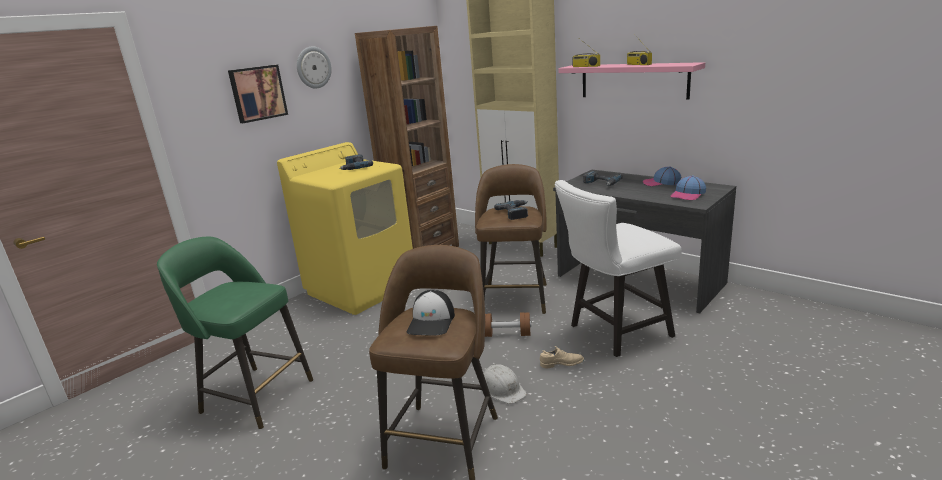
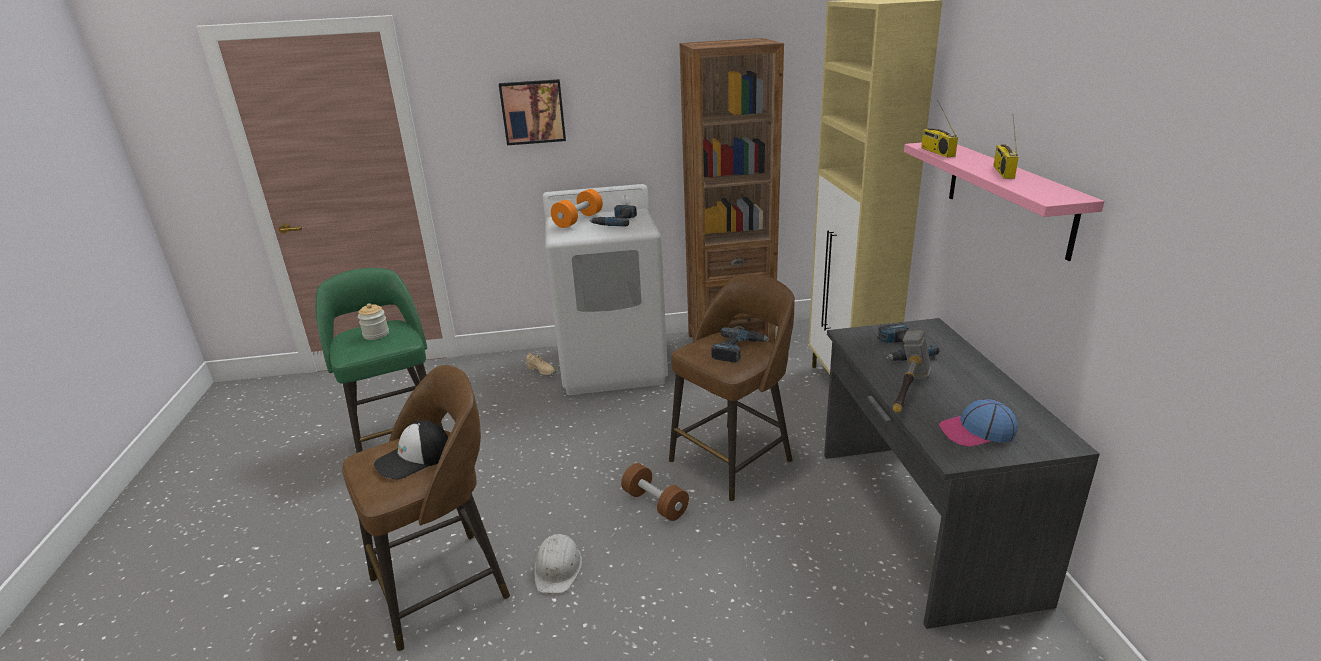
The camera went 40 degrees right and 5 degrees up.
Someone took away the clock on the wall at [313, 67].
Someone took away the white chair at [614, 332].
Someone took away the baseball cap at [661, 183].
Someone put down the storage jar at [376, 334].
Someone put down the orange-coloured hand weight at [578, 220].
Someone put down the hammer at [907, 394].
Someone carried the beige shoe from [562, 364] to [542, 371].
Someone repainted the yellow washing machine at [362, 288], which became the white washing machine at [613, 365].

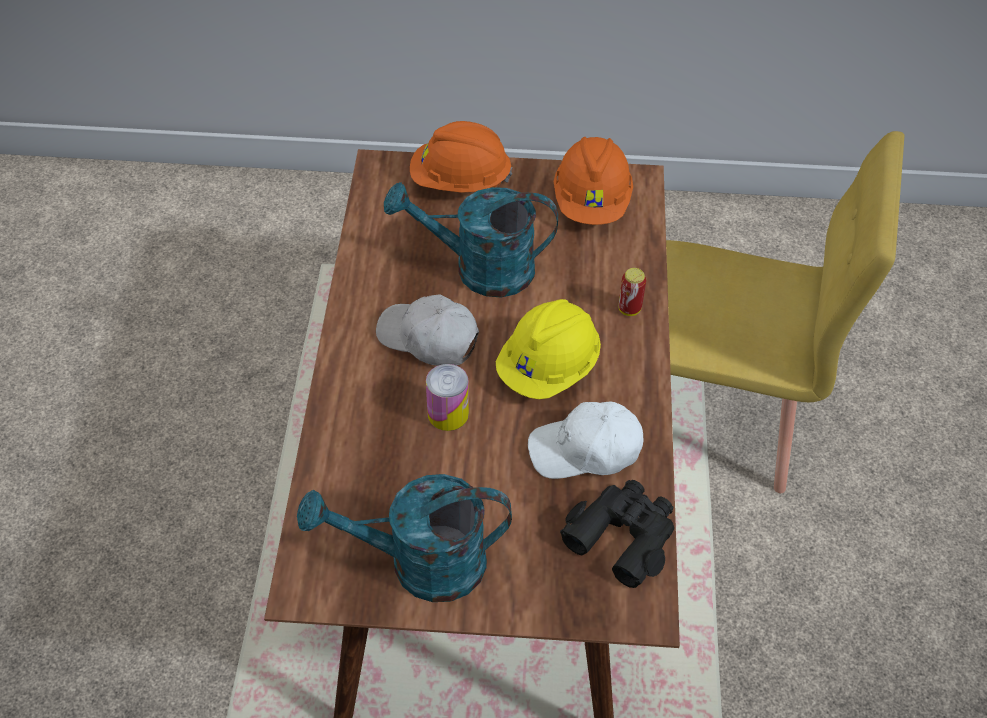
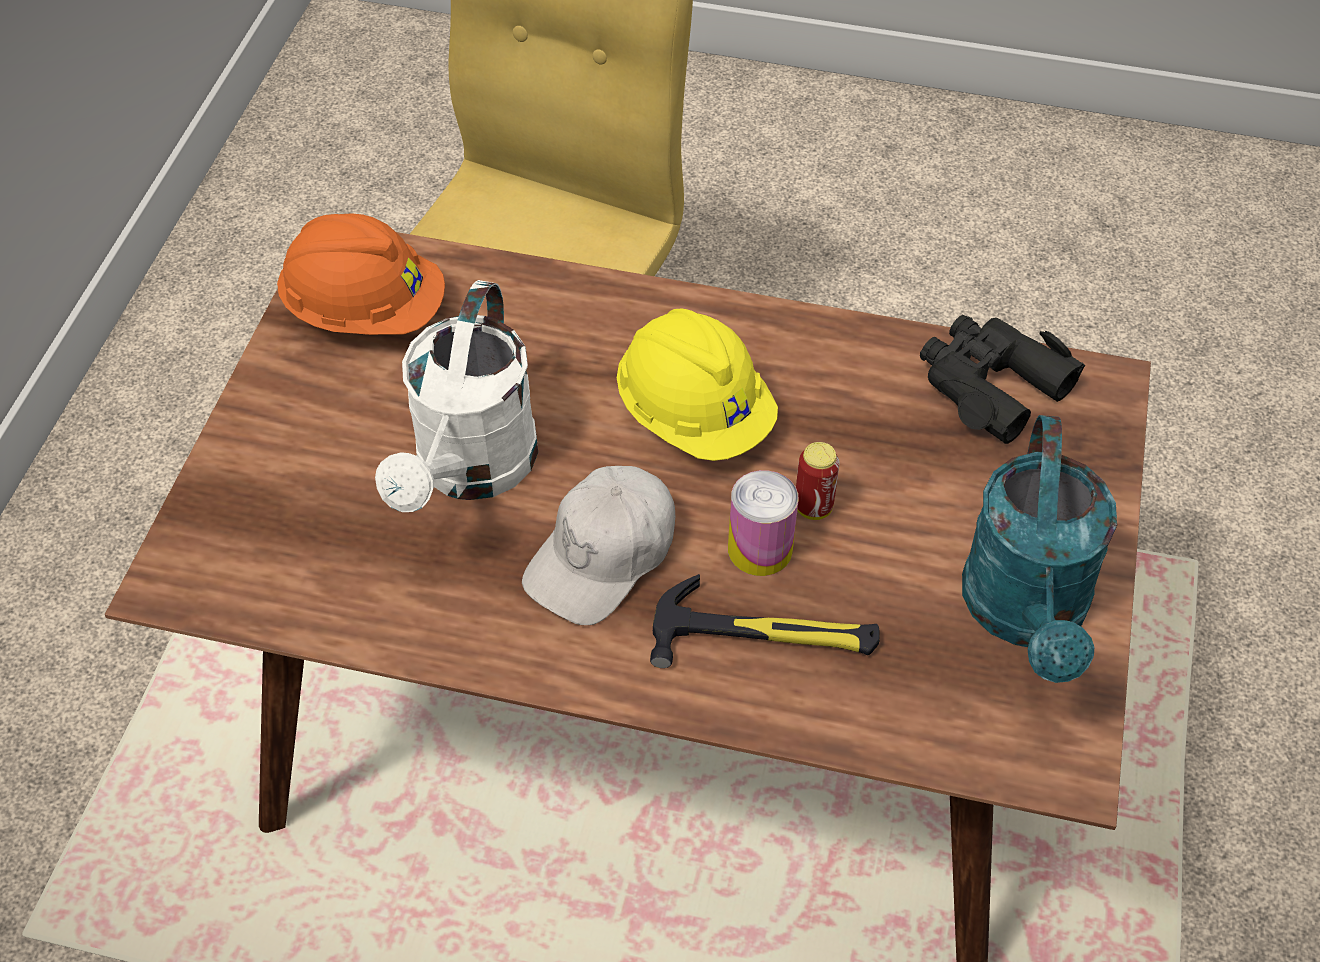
The camera went 80 degrees left and 0 degrees up.
Someone took away the orange-coloured safety helmet at [460, 181].
Someone took away the white baseball cap at [585, 450].
Someone put down the hammer at [765, 634].
Someone carried the sealed can from [629, 309] to [813, 507].
Someone repainted the blue-green watering can at [479, 269], which became the white watering can at [470, 471].

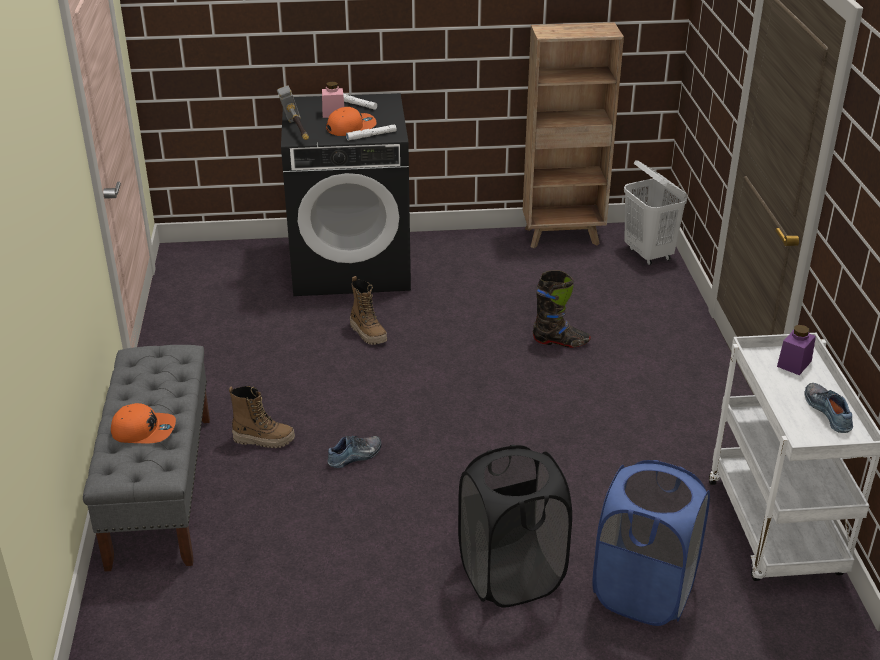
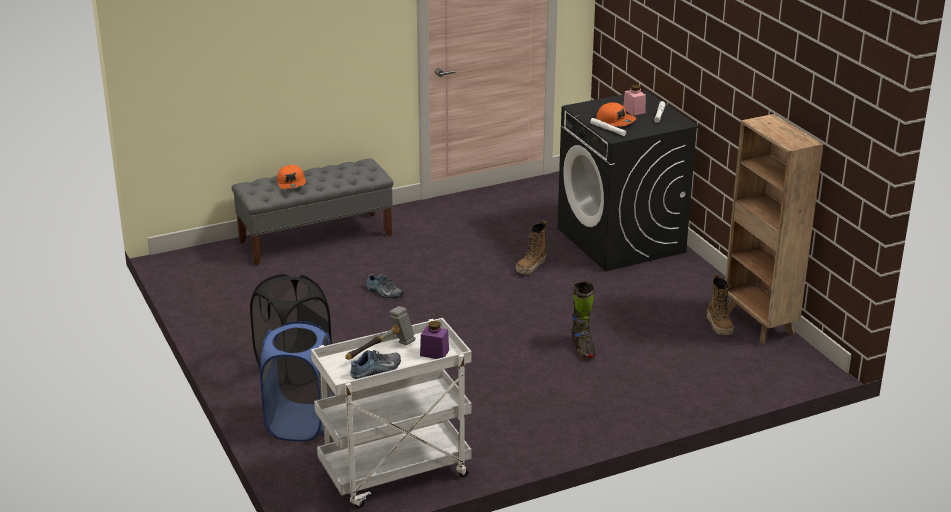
The camera went 70 degrees right and 5 degrees down.
Someone took away the white laundry basket at [648, 254].
Someone carried the boot from [264, 439] to [719, 326].
Someone carried the hammer from [296, 131] to [381, 351].

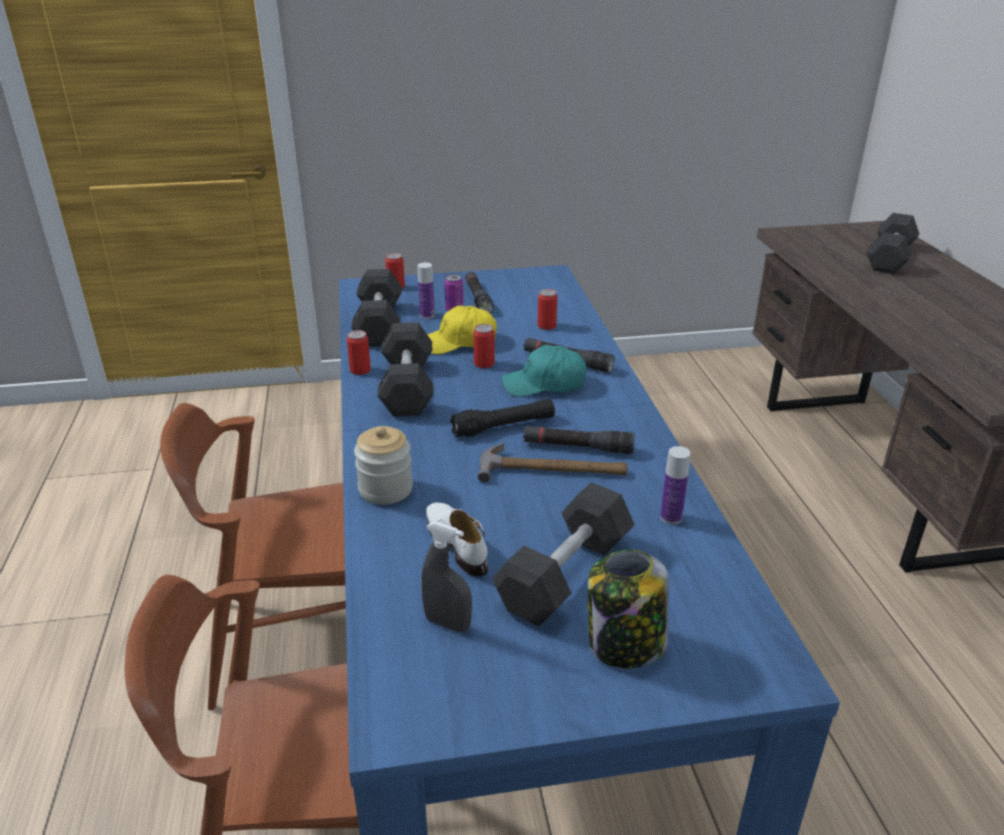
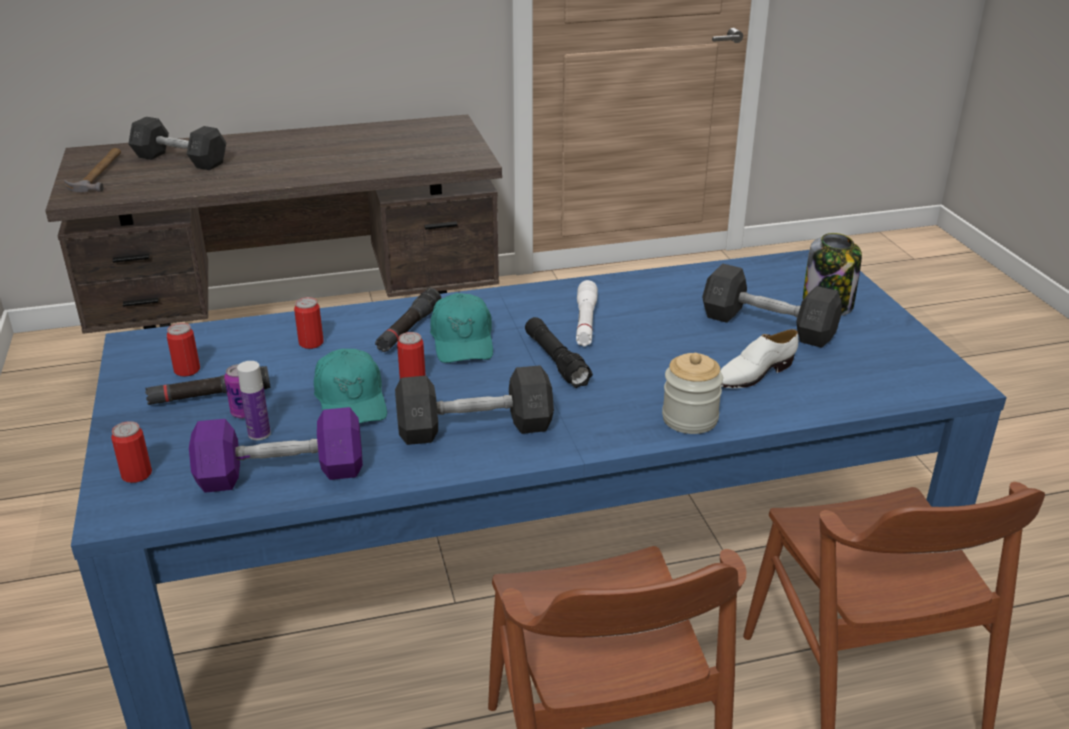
The camera went 95 degrees left and 0 degrees up.
Someone took away the gray sprayer at [447, 623].
Someone took away the beverage bottle at [671, 517].
Someone carried the sealed can from [360, 370] to [187, 370].
Someone carried the hammer from [553, 470] to [99, 173].
Someone repainted the gray hand weight at [379, 324], which became the purplish hand weight at [281, 474].
Someone repainted the yellow baseball cap at [459, 342], which became the blue-green baseball cap at [351, 401].
Someone repainted the black-coloured hand torch at [578, 447], which became the white hand torch at [585, 322].

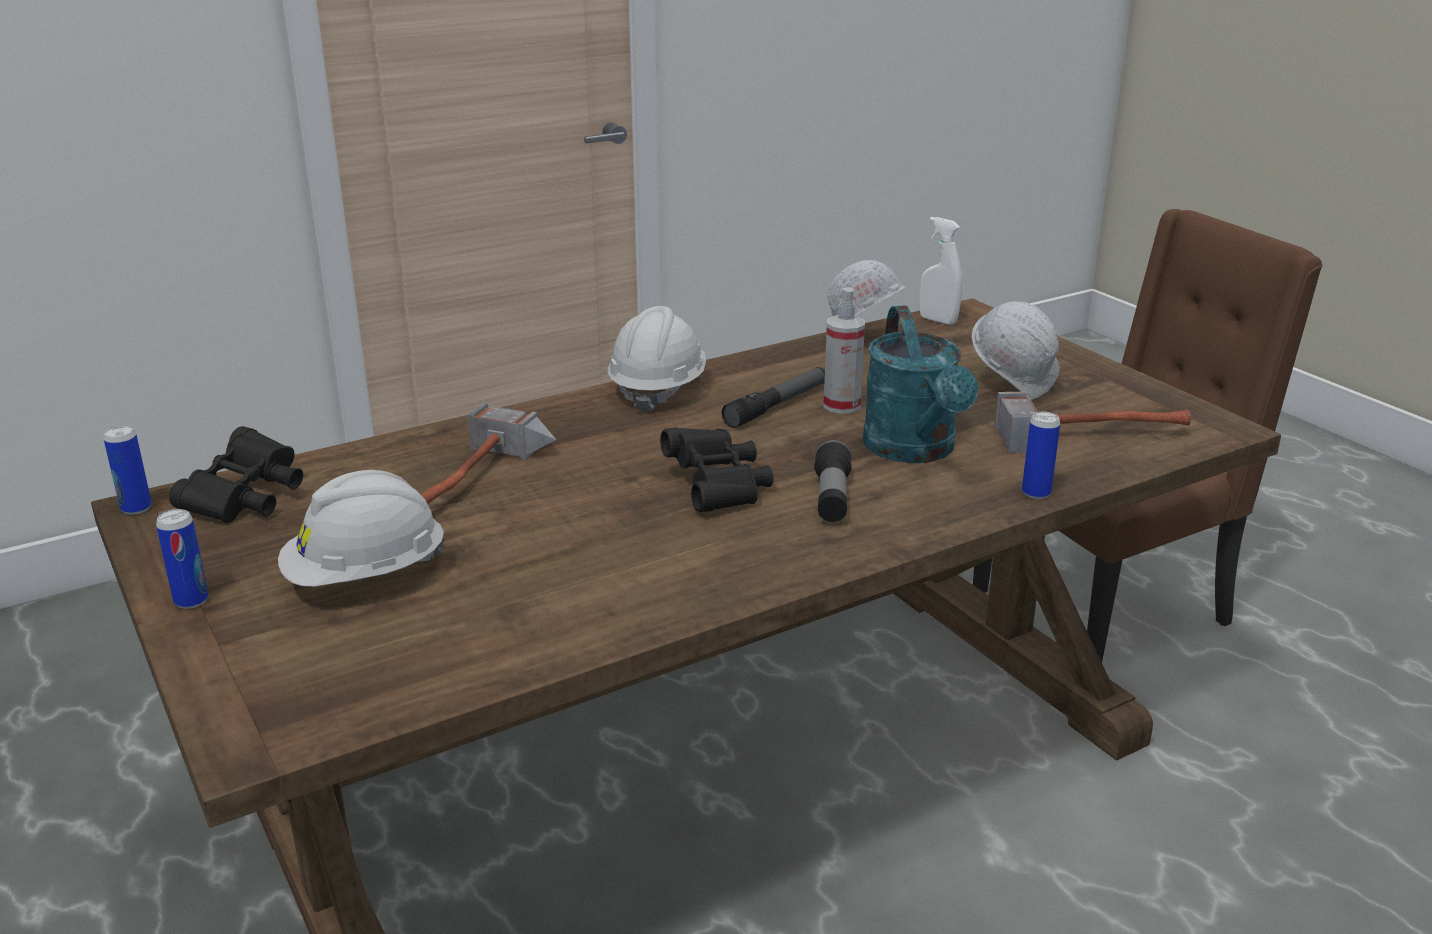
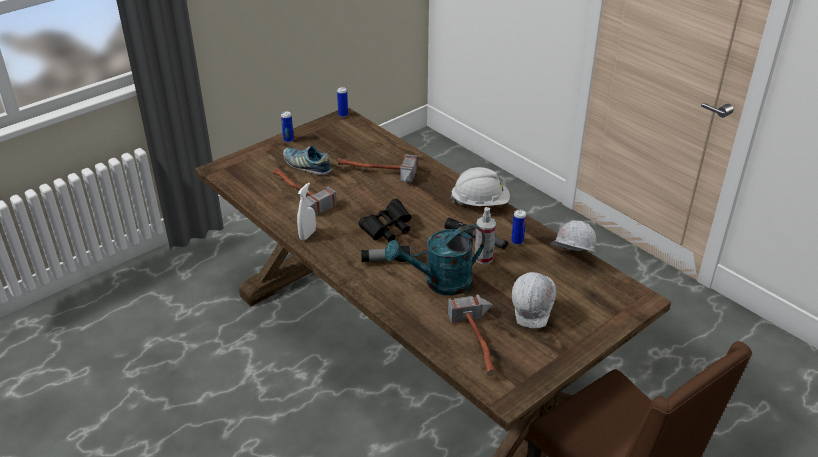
The camera went 80 degrees right and 10 degrees up.
Someone took away the black-coloured binoculars at [246, 500].
Someone put down the hammer at [296, 195].
Someone carried the white sprayer from [938, 320] to [307, 235].
Someone carried the sealed can from [1036, 493] to [517, 241].
Someone swapped the white safety helmet at [366, 576] for the shoe at [307, 166].

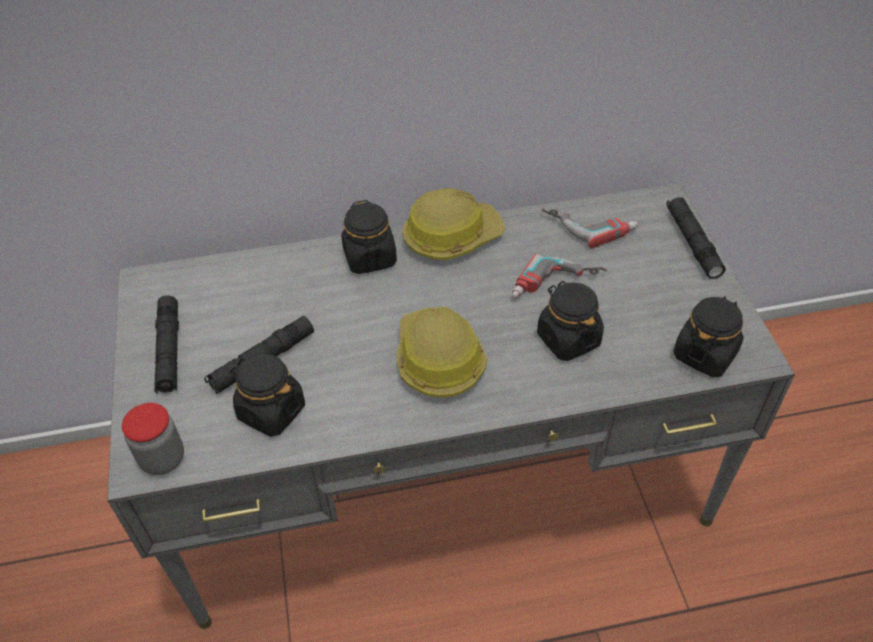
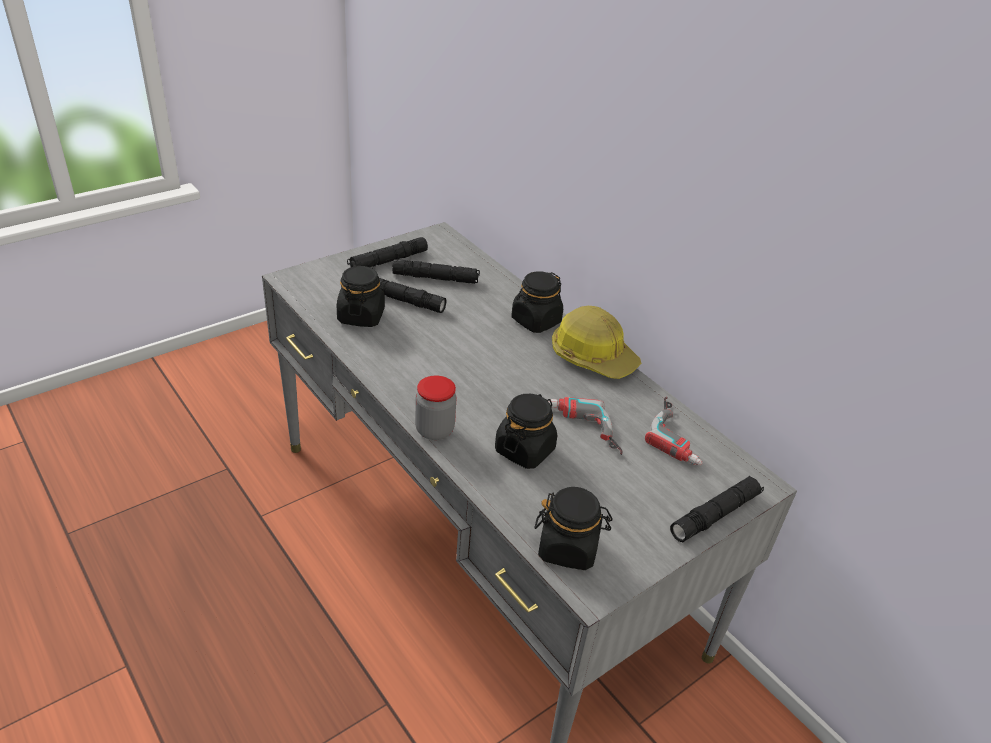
The camera went 60 degrees right and 10 degrees down.
Someone took away the safety helmet at [438, 359].
Someone put down the black-coloured hand torch at [435, 278].
Someone carried the storage jar from [163, 459] to [434, 430].

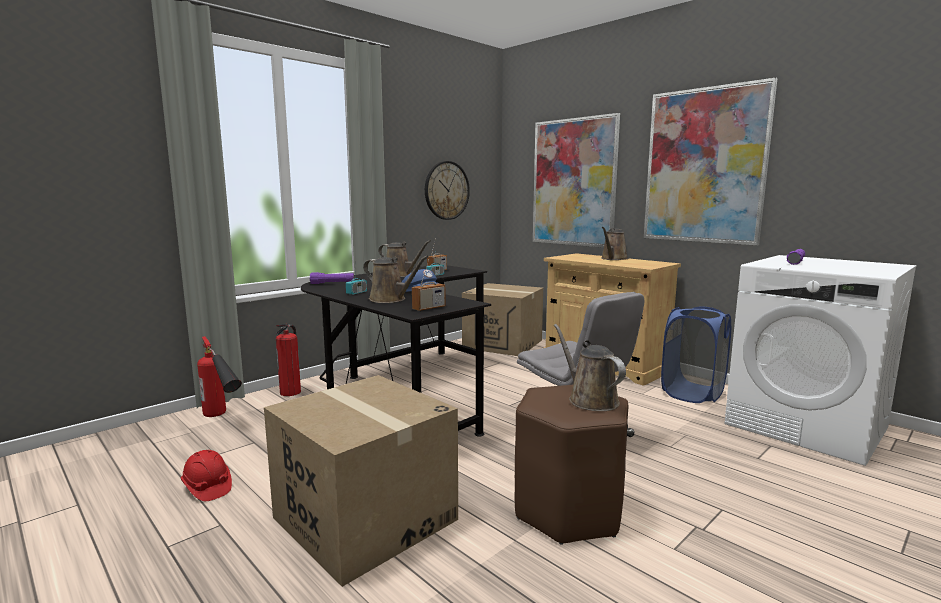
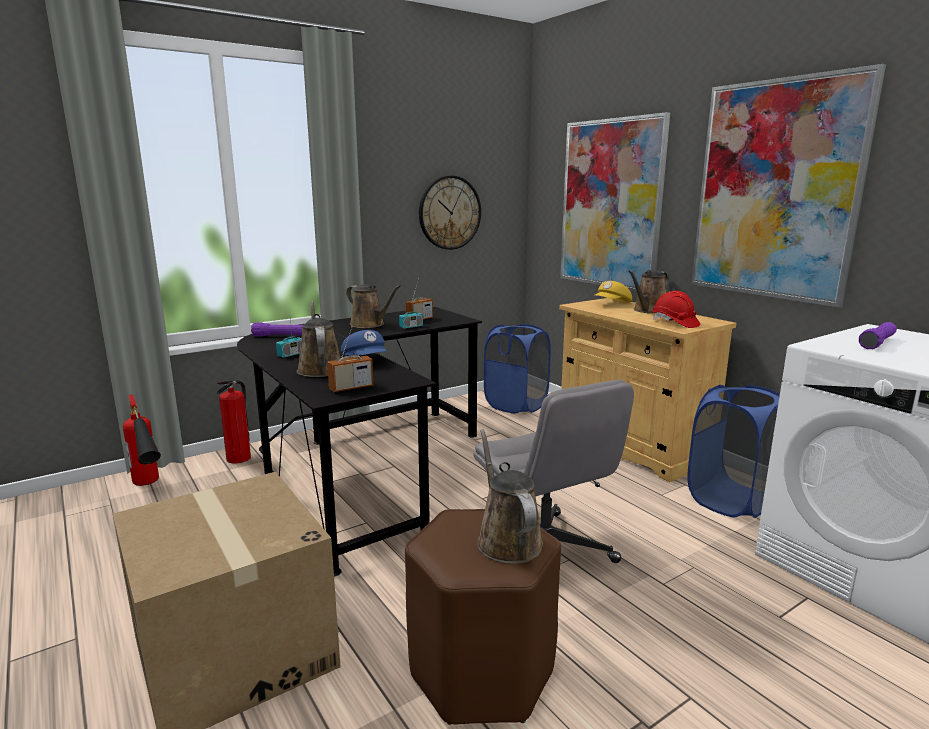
The camera went 10 degrees right and 5 degrees up.
Someone put down the yellow baseball cap at [612, 304].
Someone carried the red-coloured safety helmet from [207, 487] to [674, 323].
Someone swapped the carton at [503, 344] for the blue-coloured laundry basket at [516, 405].
Someone rotated the brownish watering can at [390, 299] by 150 degrees counterclockwise.

